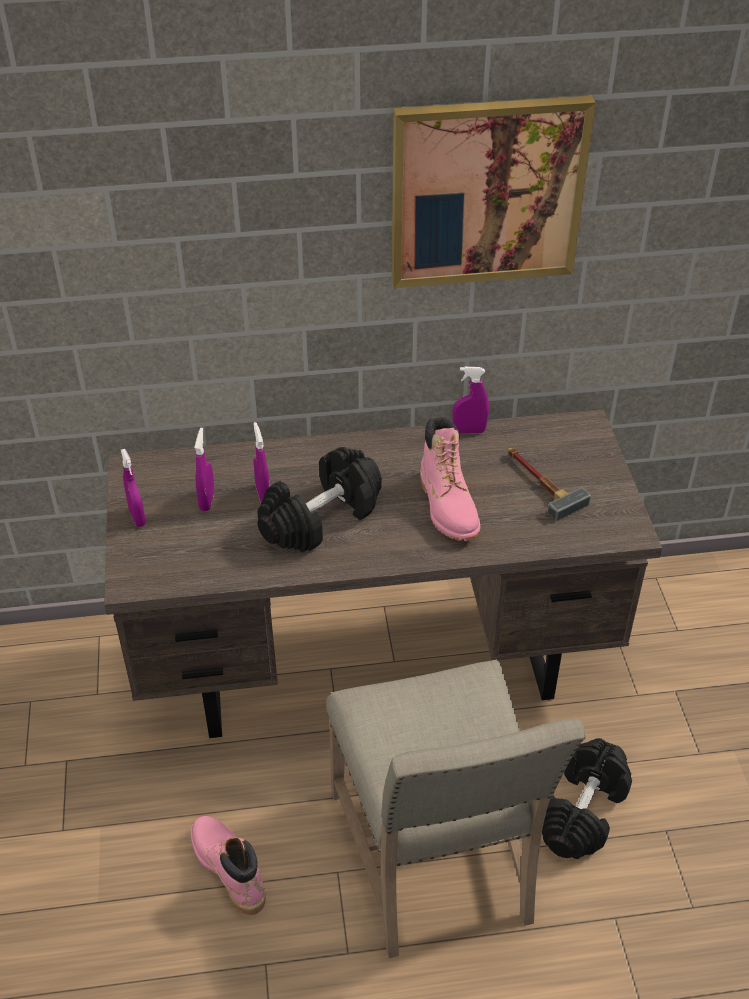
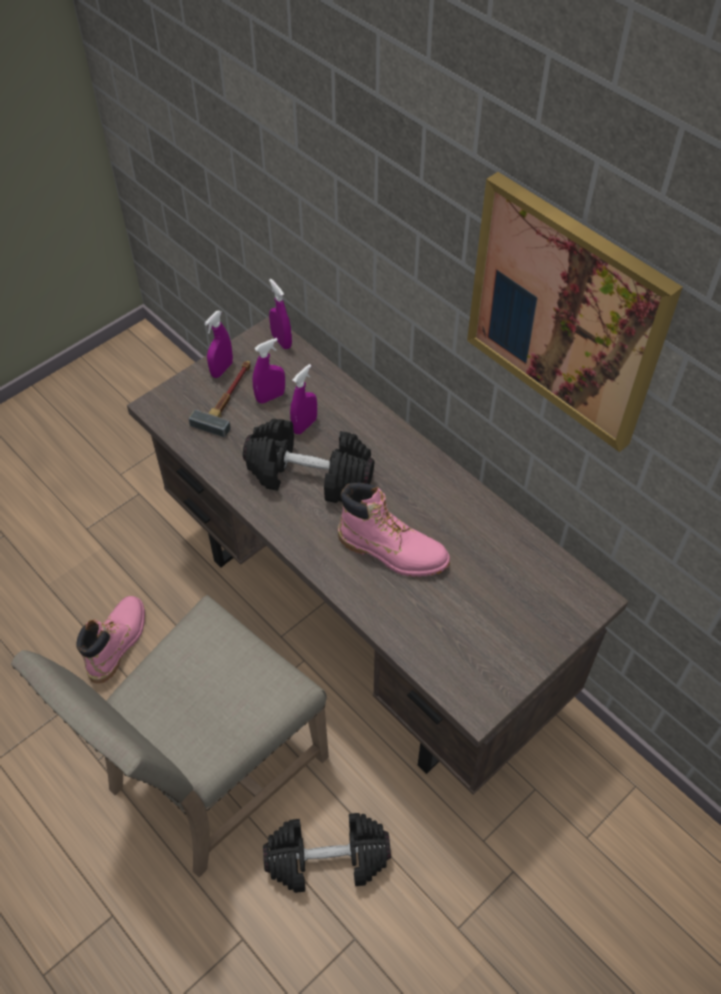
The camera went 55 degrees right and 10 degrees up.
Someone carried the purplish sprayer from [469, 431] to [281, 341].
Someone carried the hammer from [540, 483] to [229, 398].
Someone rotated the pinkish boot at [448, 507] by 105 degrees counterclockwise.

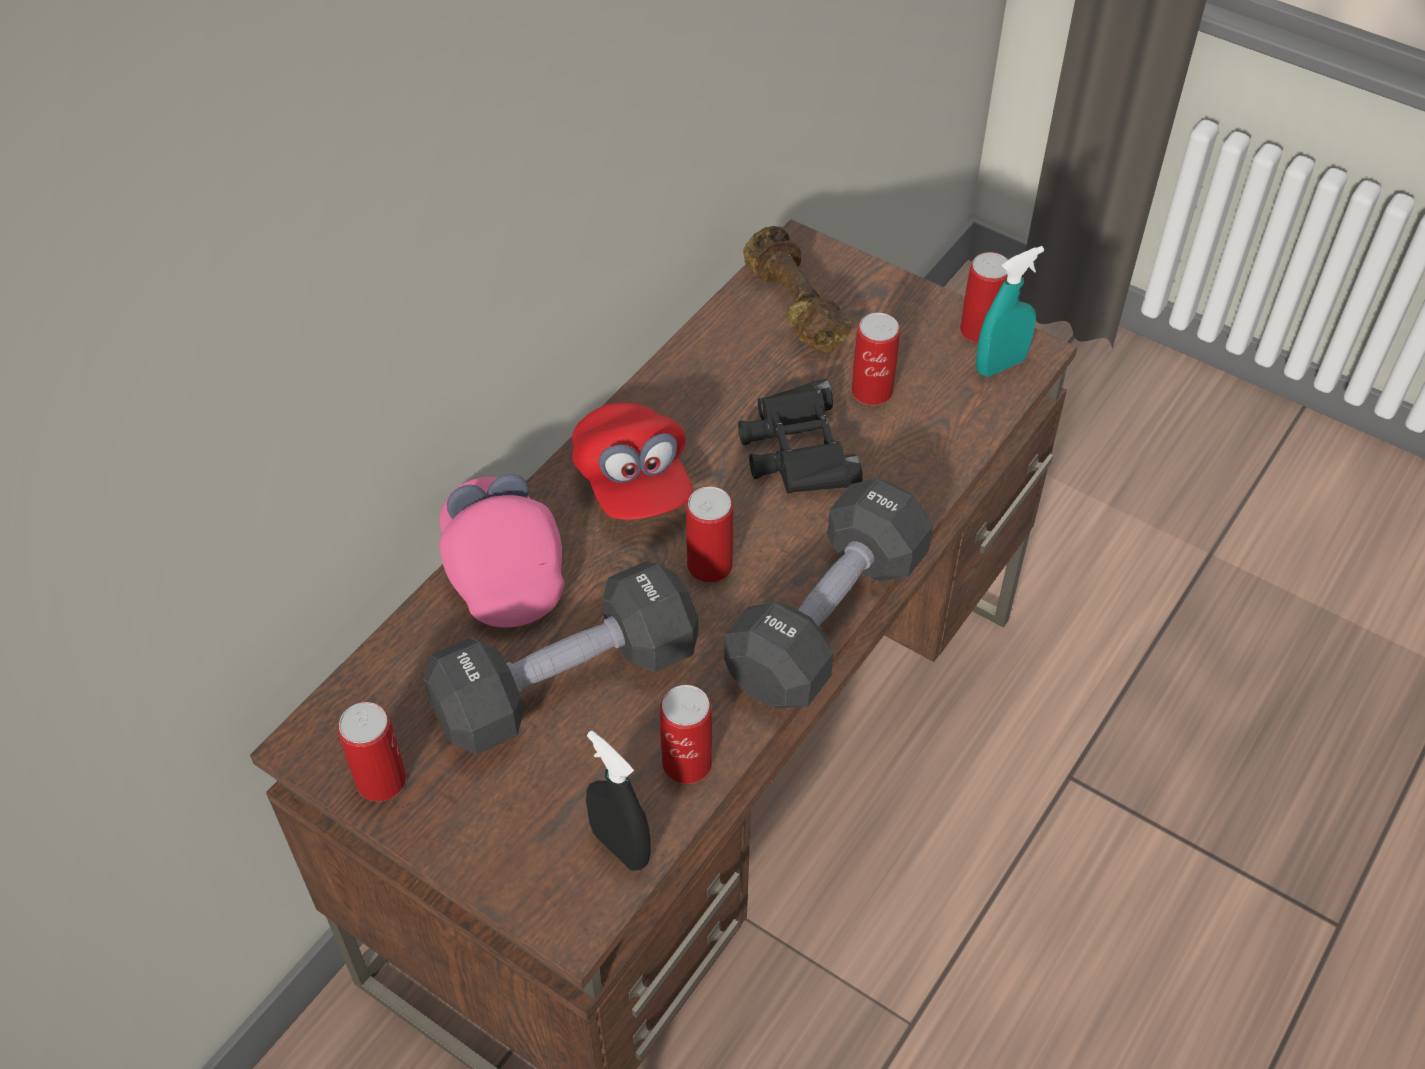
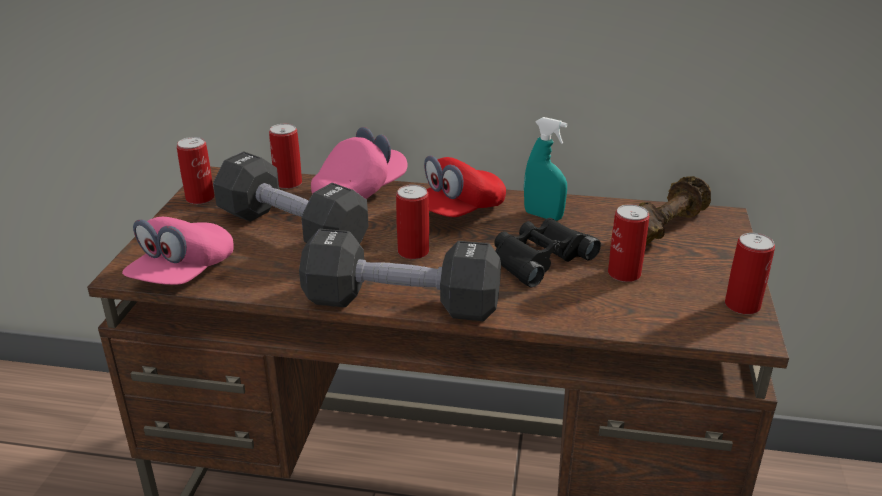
The camera went 65 degrees right and 20 degrees down.
Someone carried the sealed can from [687, 763] to [288, 183].
Someone carried the blue-green sprayer from [1000, 365] to [543, 216].
Someone swapped the black-coloured sprayer at [620, 847] for the pinkish baseball cap at [183, 275].

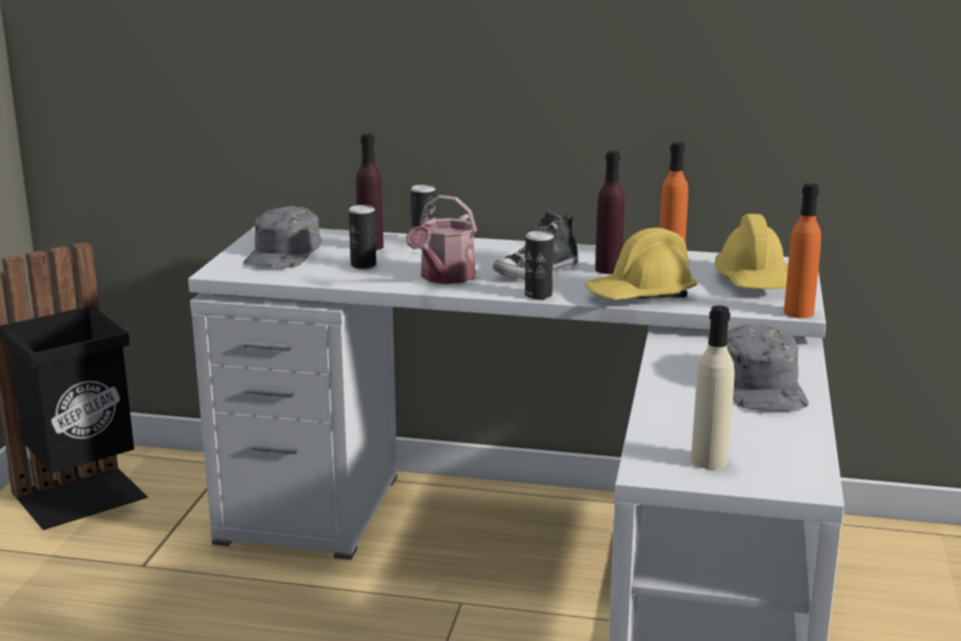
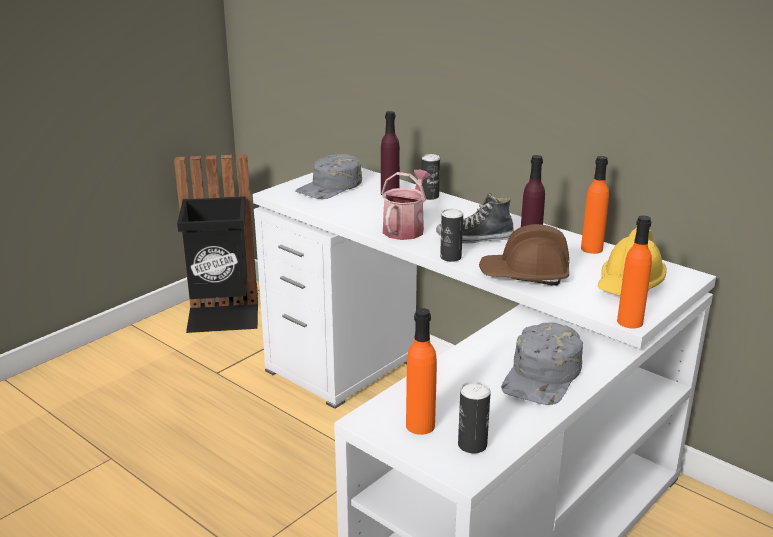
The camera went 30 degrees right and 5 degrees up.
Someone carried the sealed can from [363, 265] to [472, 445].
Someone repainted the yellow safety helmet at [640, 295], which became the brownish safety helmet at [524, 275].
Someone repainted the beige beverage bottle at [709, 460], which became the orange-coloured beverage bottle at [420, 425].
Someone rotated the watering can at [444, 277] by 150 degrees clockwise.

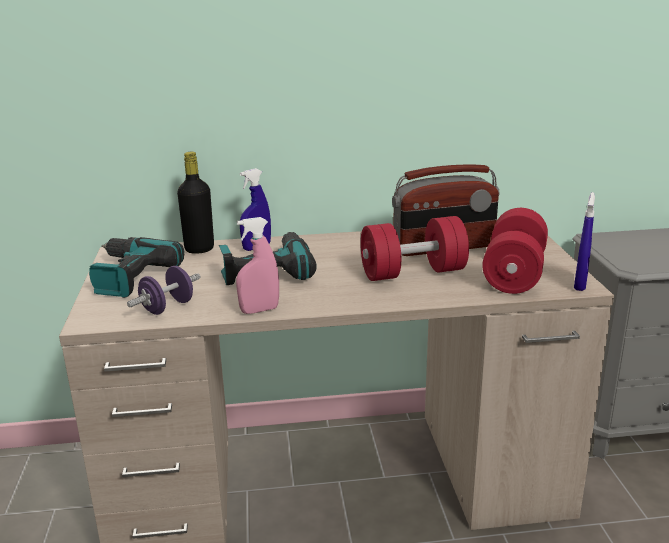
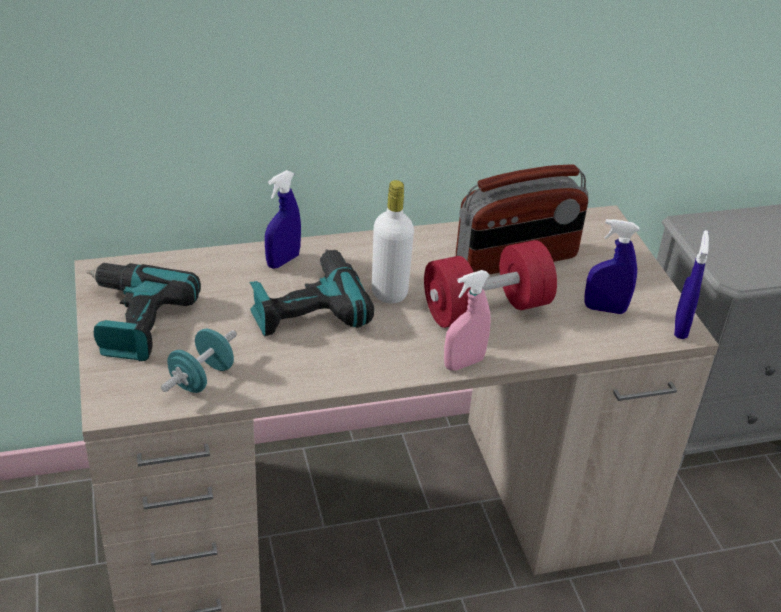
The camera went 10 degrees left and 15 degrees up.
Someone took away the black-coloured beverage bottle at [199, 249].
Someone put down the white beverage bottle at [389, 293].
Someone carried the pinkish sprayer from [259, 310] to [463, 363].
Someone swapped the red-coloured hand weight at [514, 274] for the blue-coloured sprayer at [604, 309].
Someone repainted the purplish hand weight at [167, 307], which became the blue-green hand weight at [202, 378].

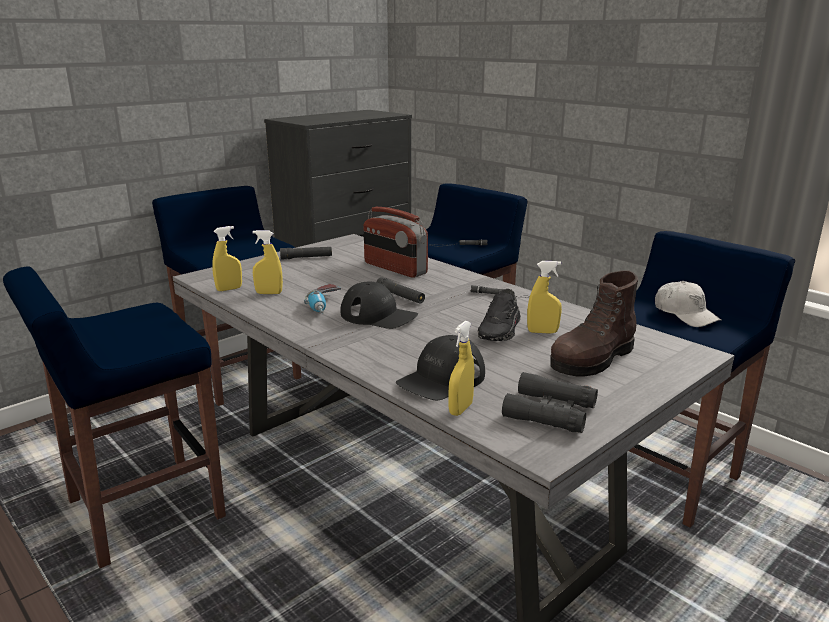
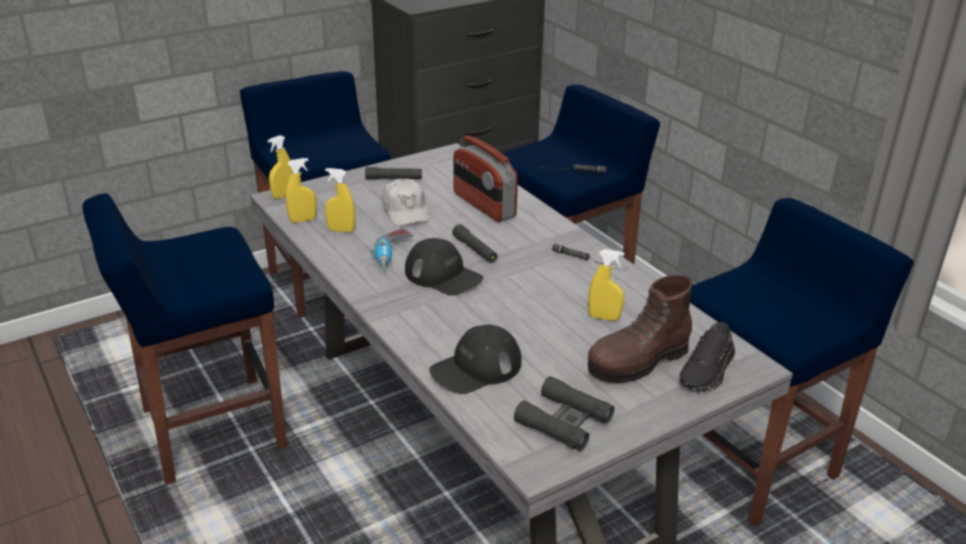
The camera went 10 degrees right and 10 degrees up.
Someone carried the yellow sprayer from [460, 409] to [283, 195].
Someone carried the black-coloured shoe from [501, 330] to [708, 371].
Someone carried the white baseball cap from [685, 314] to [406, 211].

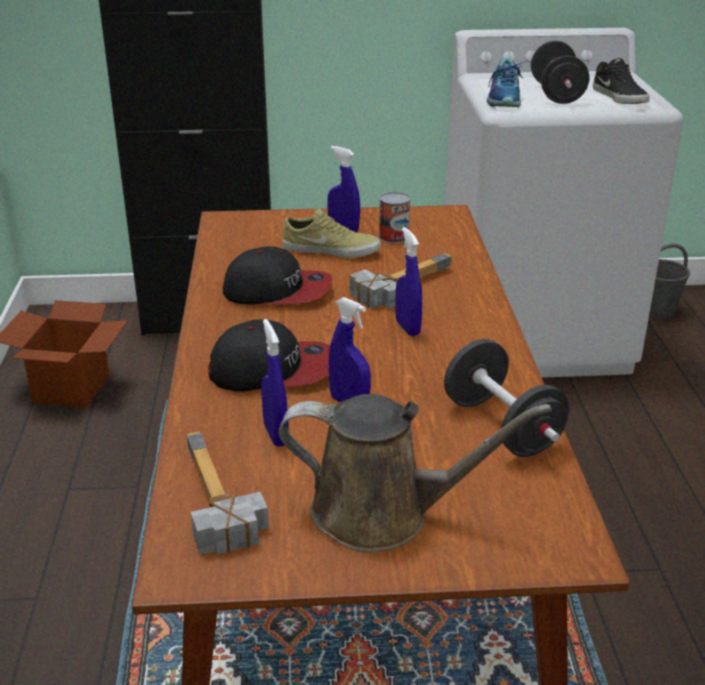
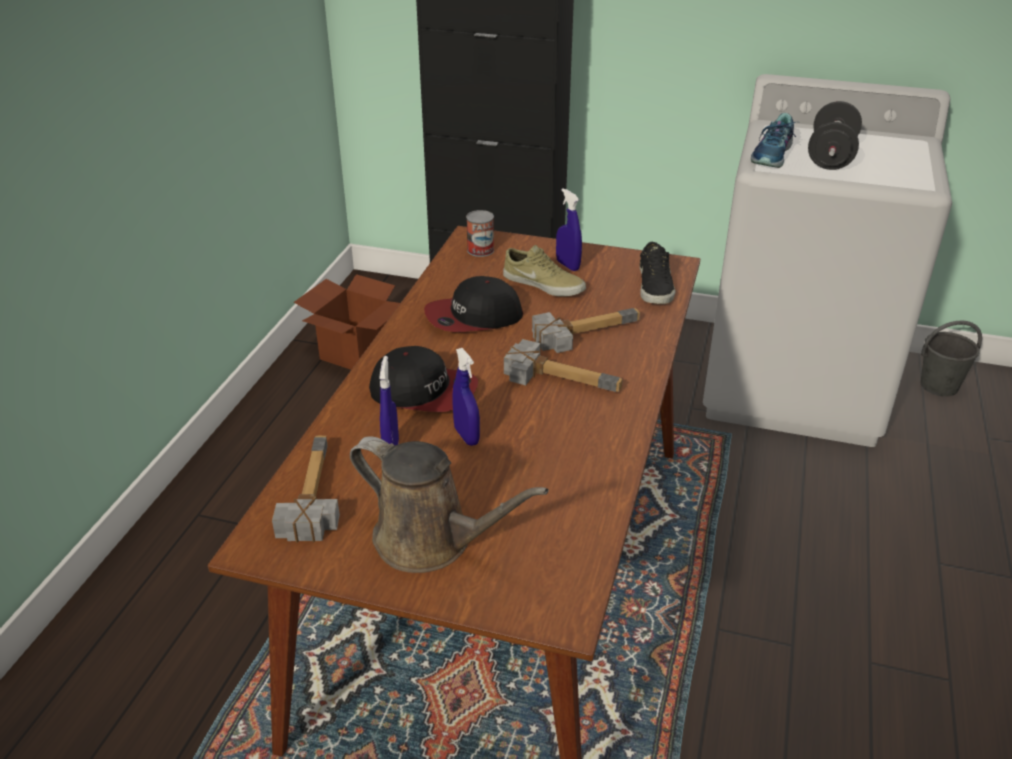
The camera went 20 degrees right and 5 degrees up.
Someone took away the black-coloured hand weight at [502, 427].
Someone carried the sealed can from [394, 237] to [480, 250].
Someone carried the black-coloured shoe from [620, 97] to [656, 287].
Someone swapped the blue-coloured sprayer at [407, 328] for the hammer at [561, 375].
Someone rotated the baseball cap at [278, 291] by 135 degrees clockwise.

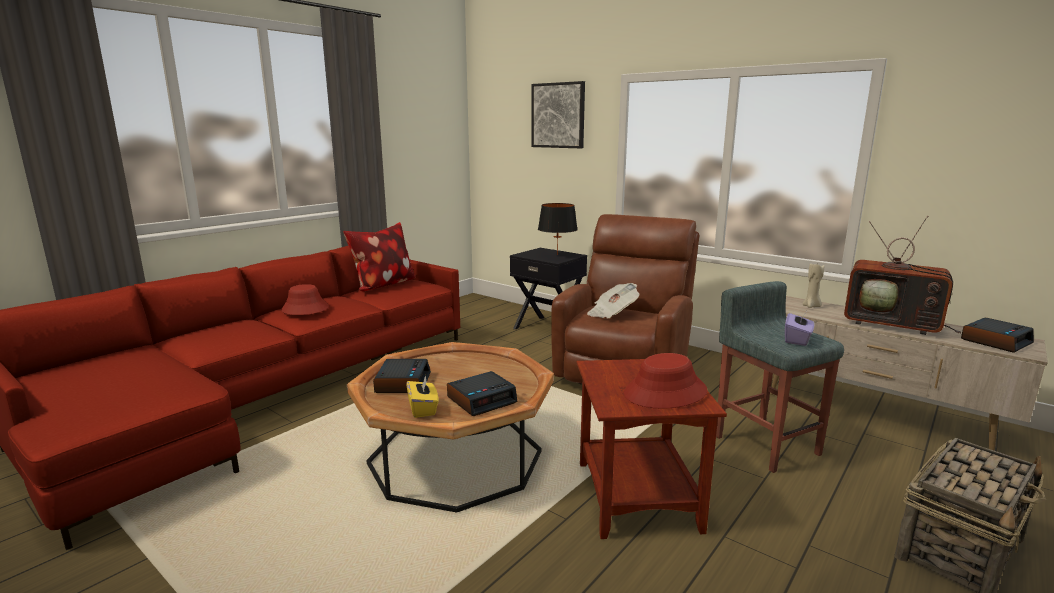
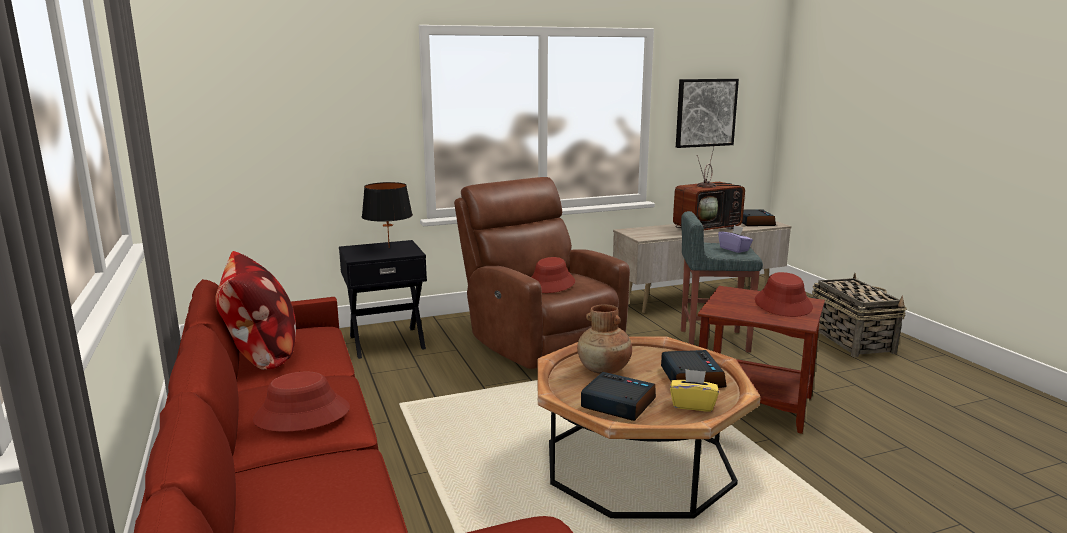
The camera went 60 degrees left and 0 degrees up.
Someone took away the beige wax light at [811, 306].
Someone put down the brownish vase at [604, 369].
Someone carried the picture from [558, 115] to [705, 112].
Someone swapped the printed paper at [612, 313] for the red-coloured clothing hat at [551, 284].

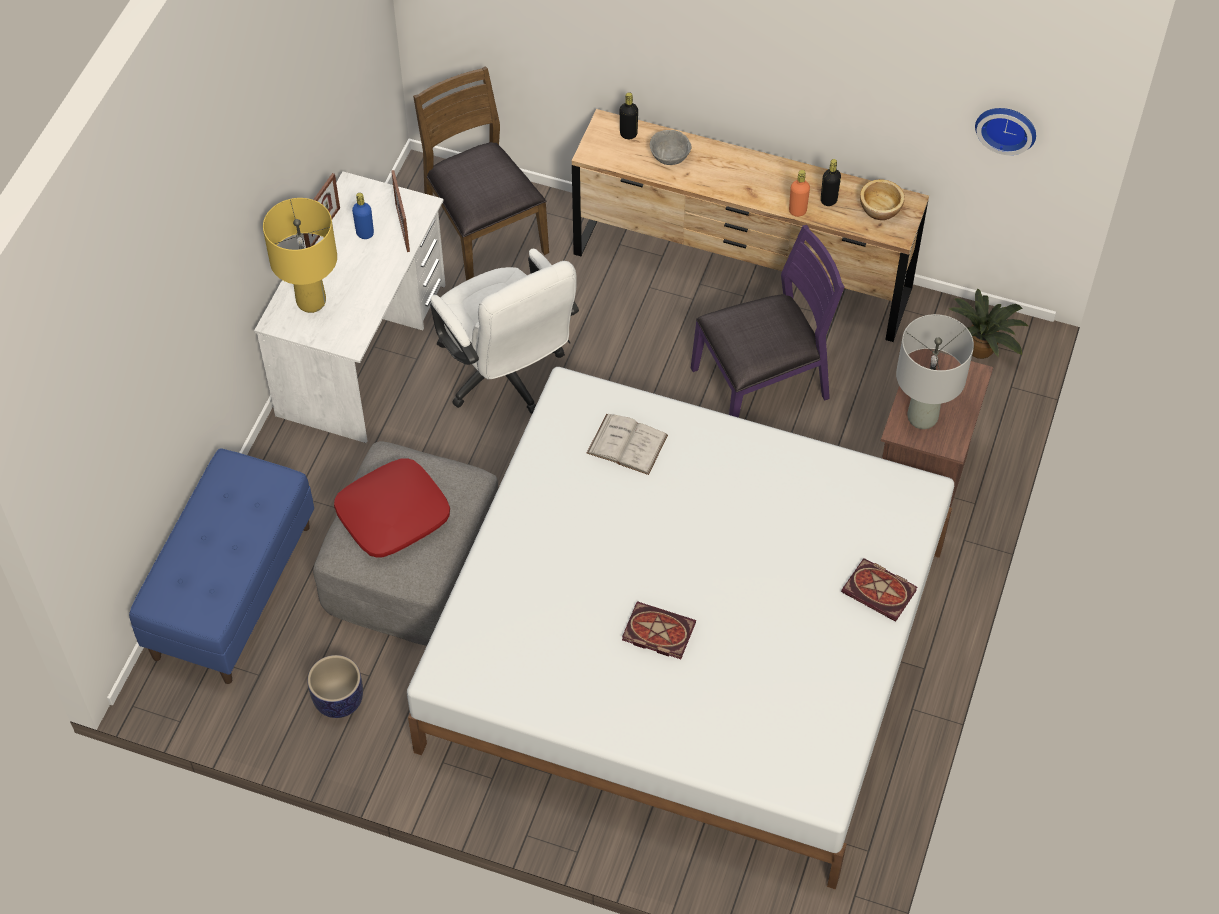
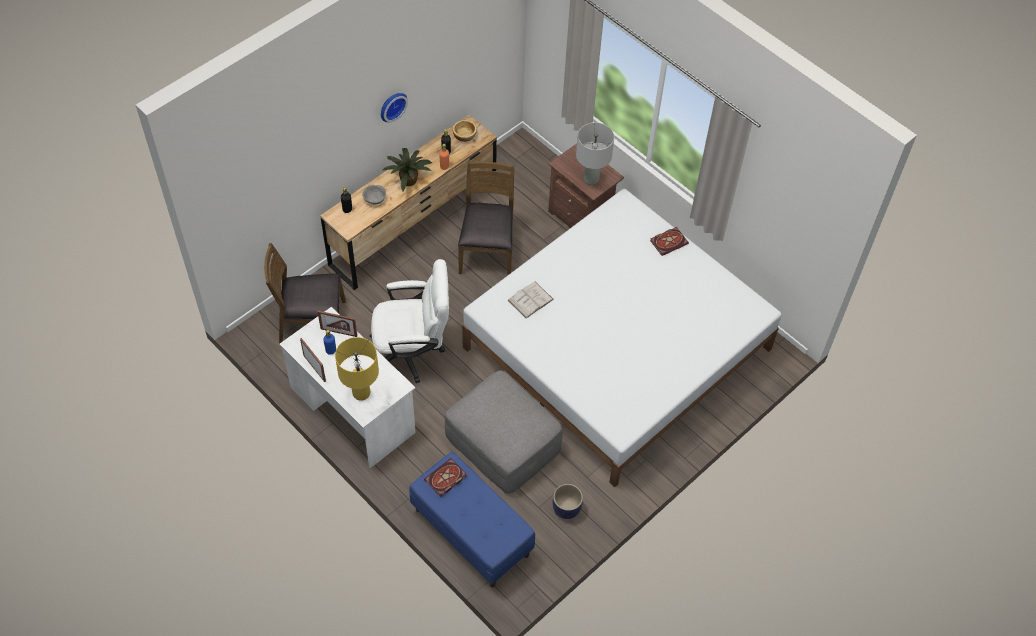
The camera went 65 degrees left and 0 degrees up.
Someone took away the red-coloured throw pillow at [393, 516].
Someone carried the volume from [656, 632] to [445, 479].
Someone carried the potted plant from [981, 347] to [408, 179].
Someone carried the clock on the wall from [1006, 127] to [392, 105].
Someone repainted the purplish chair at [762, 385], which became the brownish chair at [487, 250].

